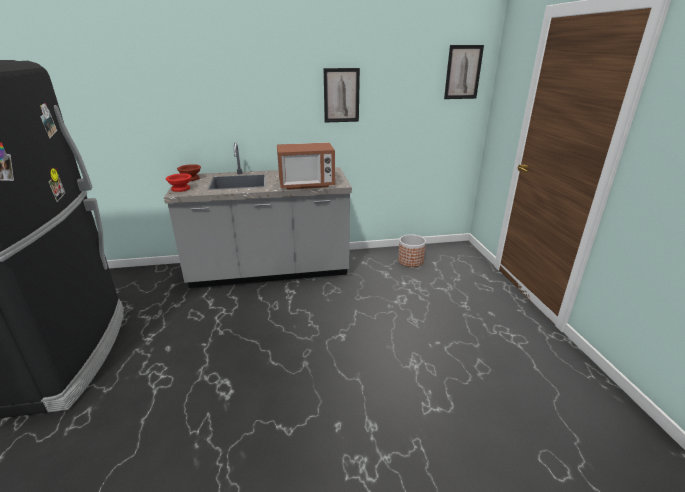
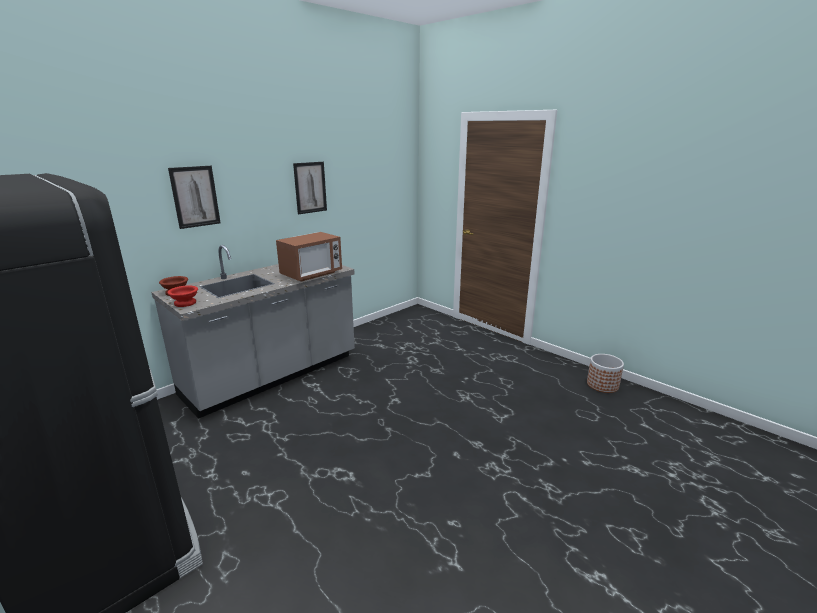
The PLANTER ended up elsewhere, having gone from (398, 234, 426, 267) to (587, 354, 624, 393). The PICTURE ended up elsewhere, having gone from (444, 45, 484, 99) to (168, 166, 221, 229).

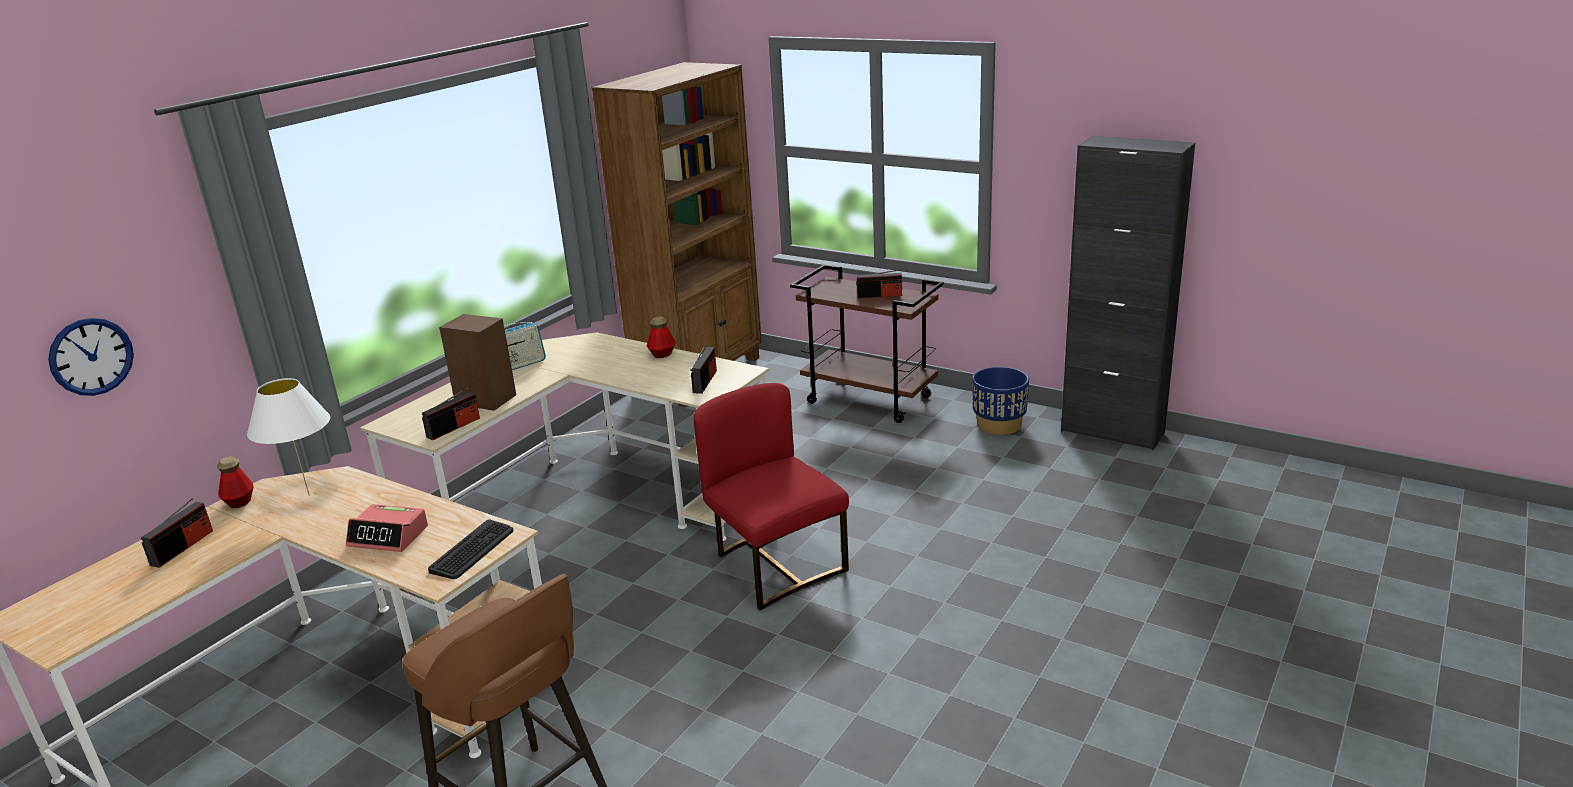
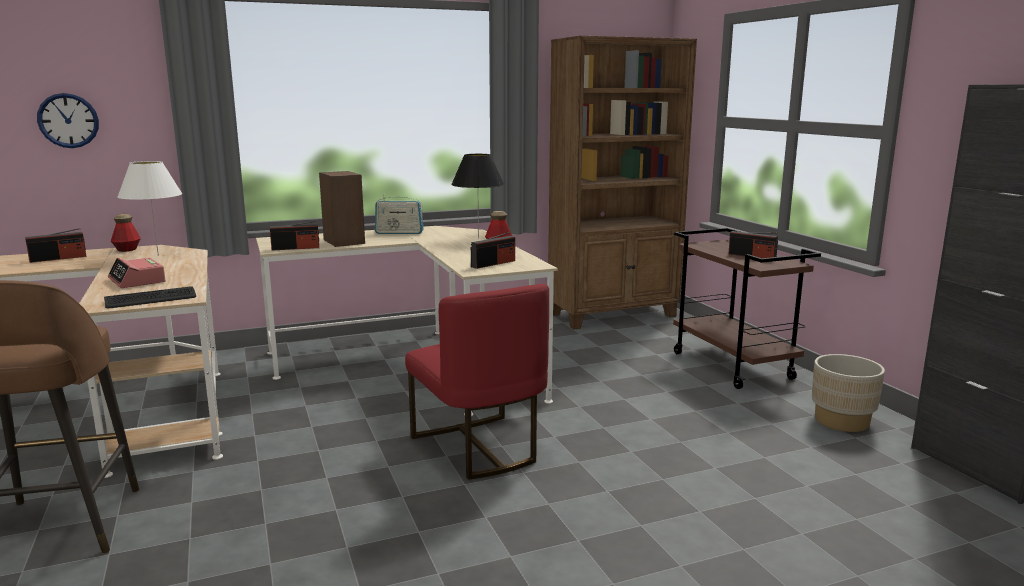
The RED CHAIR at (694, 383, 849, 610) ended up facing another way, 150 degrees clockwise from before. What was the BLUE PLANTER at (972, 367, 1029, 435) turned into the BEIGE PLANTER at (812, 354, 885, 432). The second view gained the BLACK TABLE LAMP at (451, 154, 504, 239).

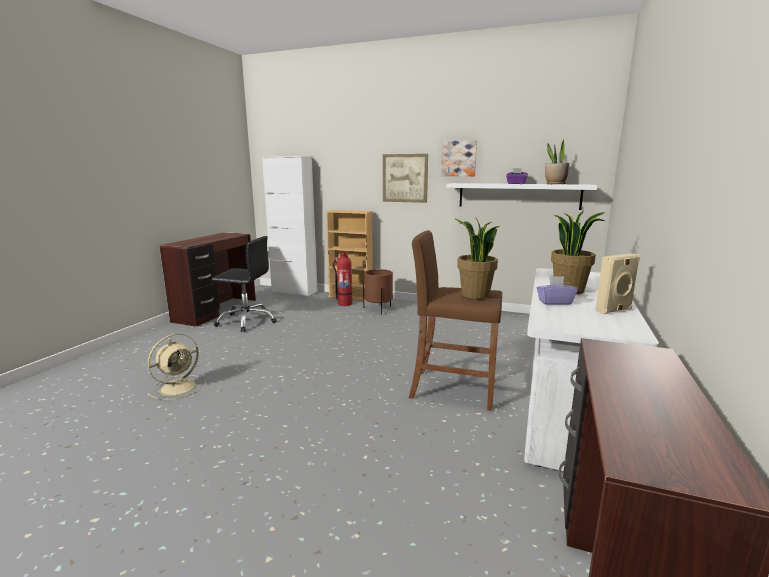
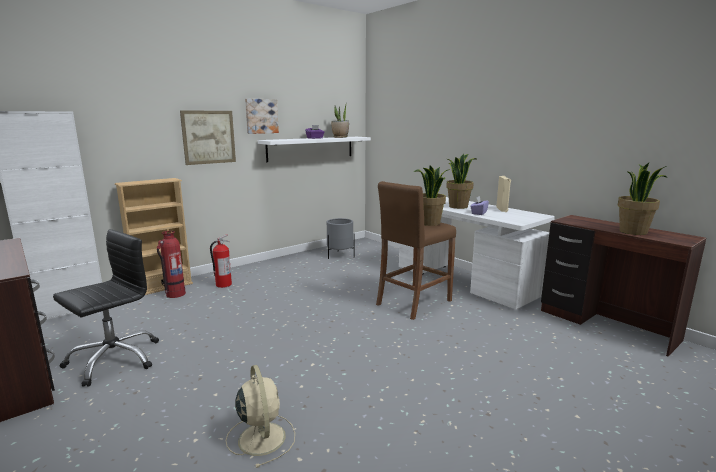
Where the BROWN PLANTER stood at (363, 269, 393, 315), the FIRE EXTINGUISHER came to stand at (210, 234, 232, 288). The second view gained the GREY PLANTER at (327, 218, 355, 259). The second view gained the POTTED PLANT at (618, 163, 667, 235).

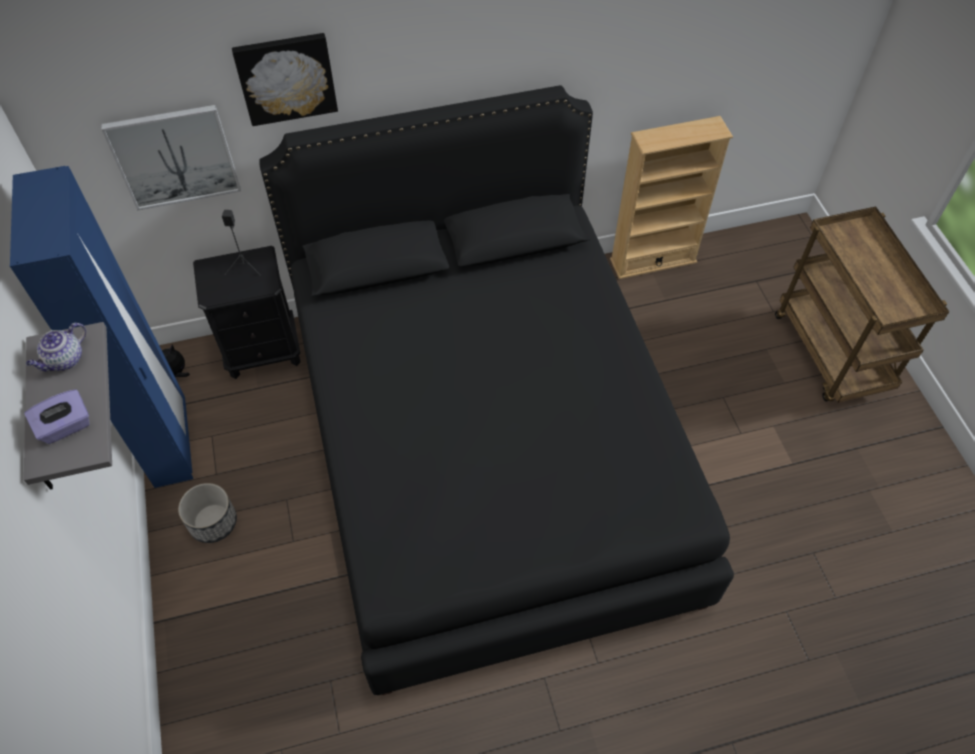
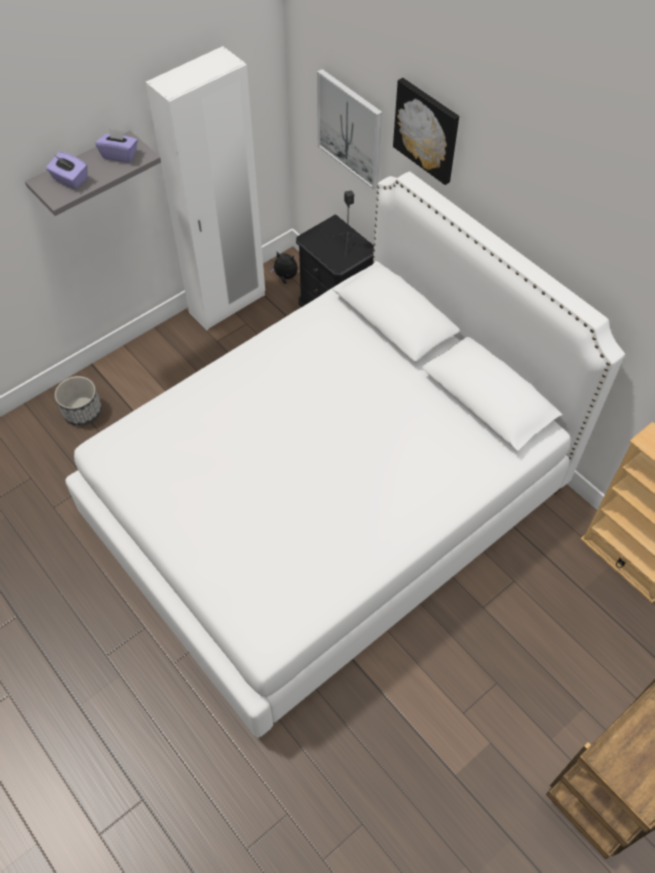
What was the BLUE WARDROBE at (10, 166, 193, 488) turned into the WHITE WARDROBE at (146, 46, 265, 331). Where the TEAPOT stood at (26, 323, 86, 372), the PURPLE TISSUE BOX came to stand at (96, 128, 138, 163). The PLANTER ended up elsewhere, having gone from (178, 483, 237, 543) to (55, 376, 102, 426). What was the BLACK BED at (259, 85, 734, 695) turned into the WHITE BED at (65, 172, 625, 738).

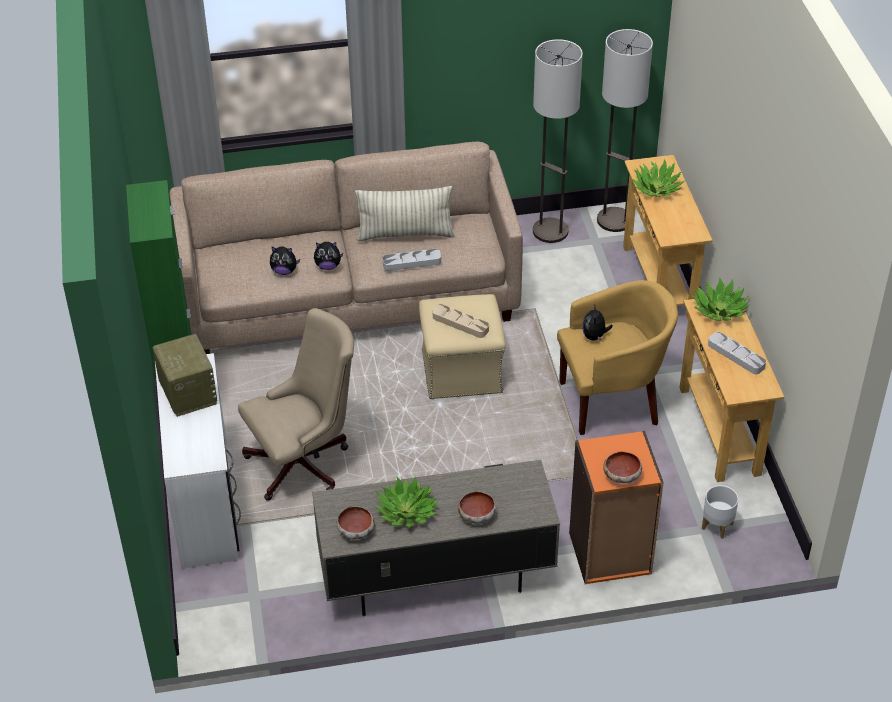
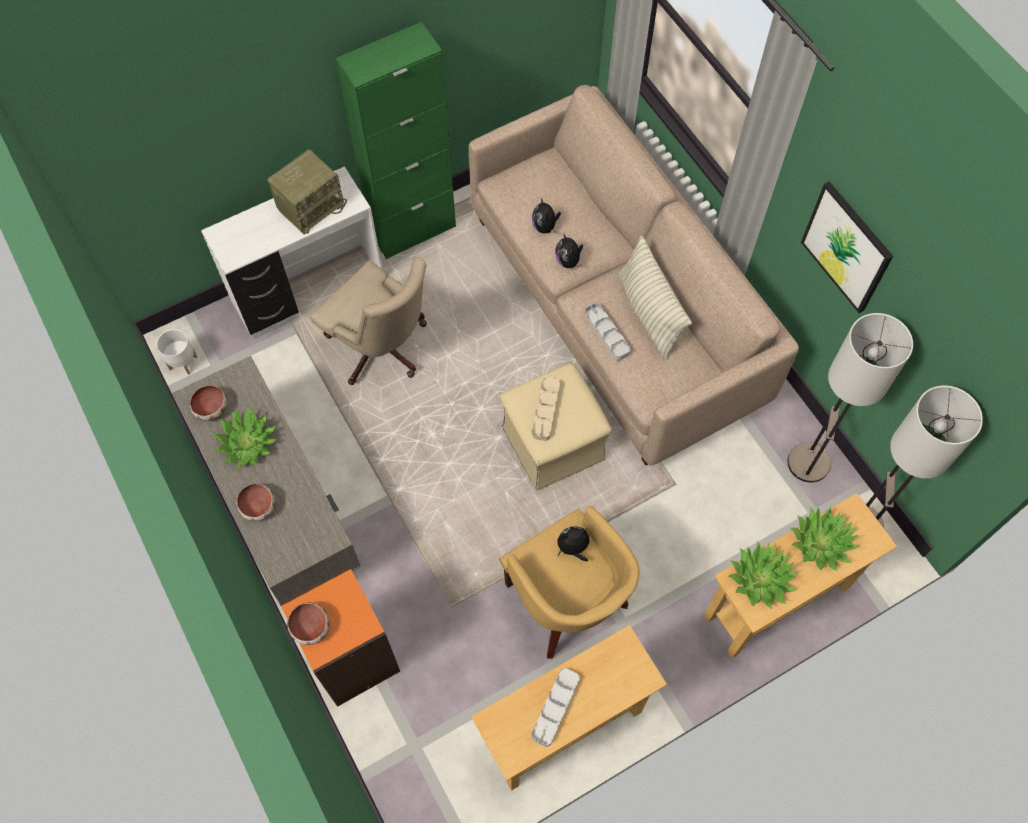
The POTTED PLANT ended up elsewhere, having gone from (691, 277, 750, 321) to (729, 542, 798, 609). The WHITE PLANTER ended up elsewhere, having gone from (702, 485, 738, 539) to (156, 329, 197, 375). The second view gained the PICTURE at (801, 181, 893, 313).

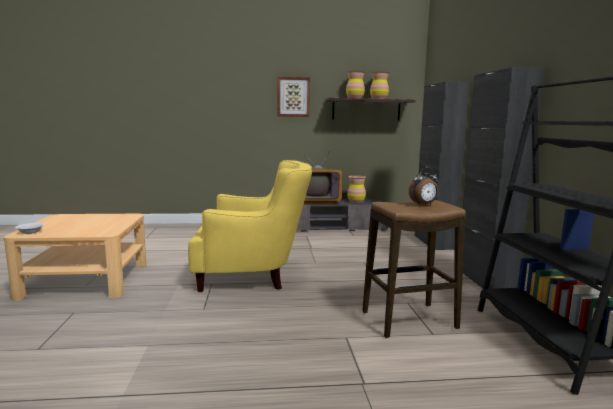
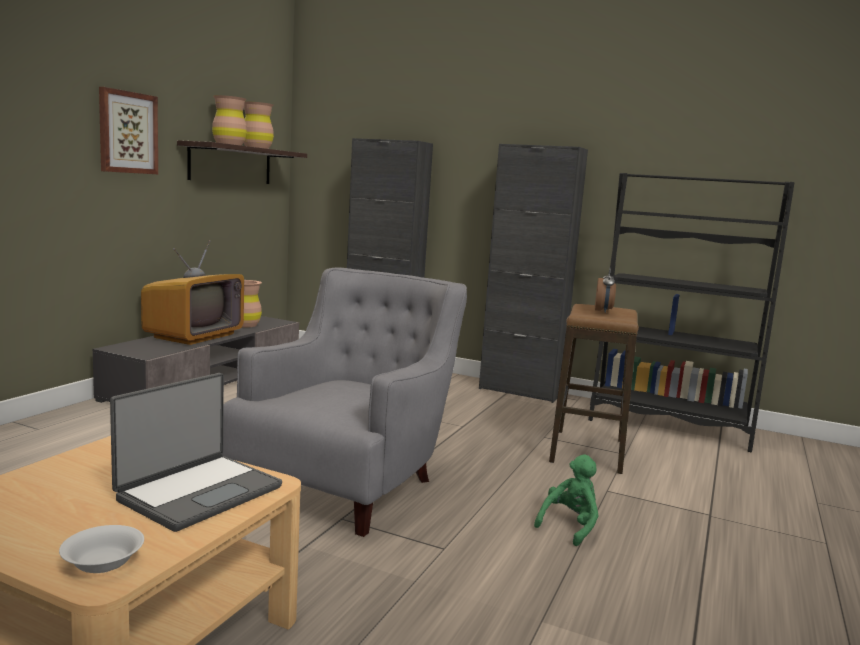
What was the YELLOW ARMCHAIR at (188, 160, 312, 292) turned into the GREY ARMCHAIR at (222, 267, 467, 537). The second view gained the LAPTOP at (110, 373, 282, 532). The second view gained the GREEN PLUSH TOY at (534, 454, 599, 546).

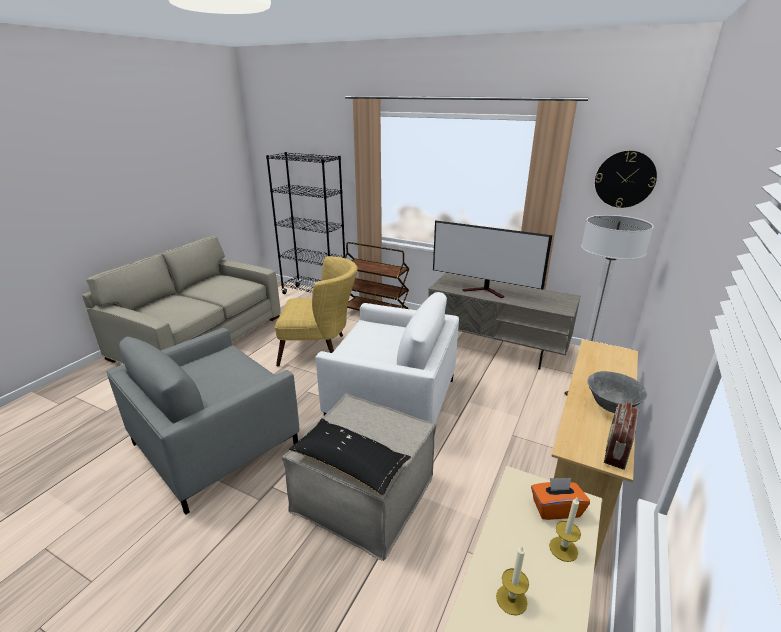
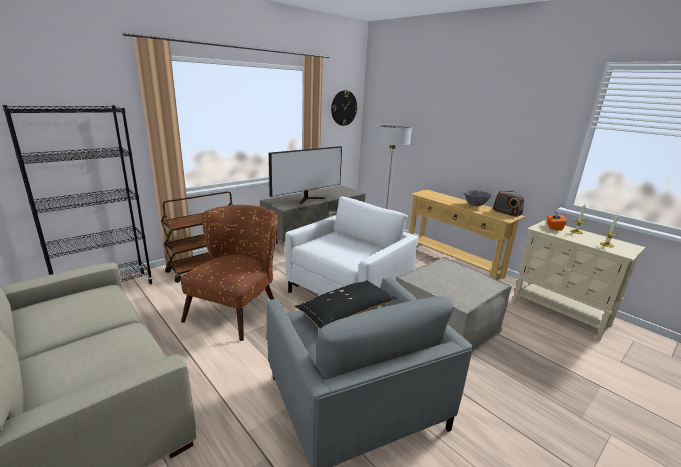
What was the YELLOW ARMCHAIR at (275, 256, 358, 367) turned into the BROWN ARMCHAIR at (180, 205, 278, 341). The BLACK PILLOW ended up elsewhere, having gone from (289, 419, 411, 496) to (295, 280, 396, 329).

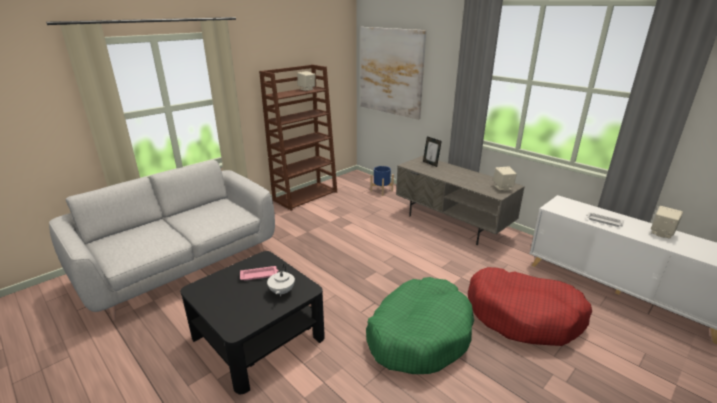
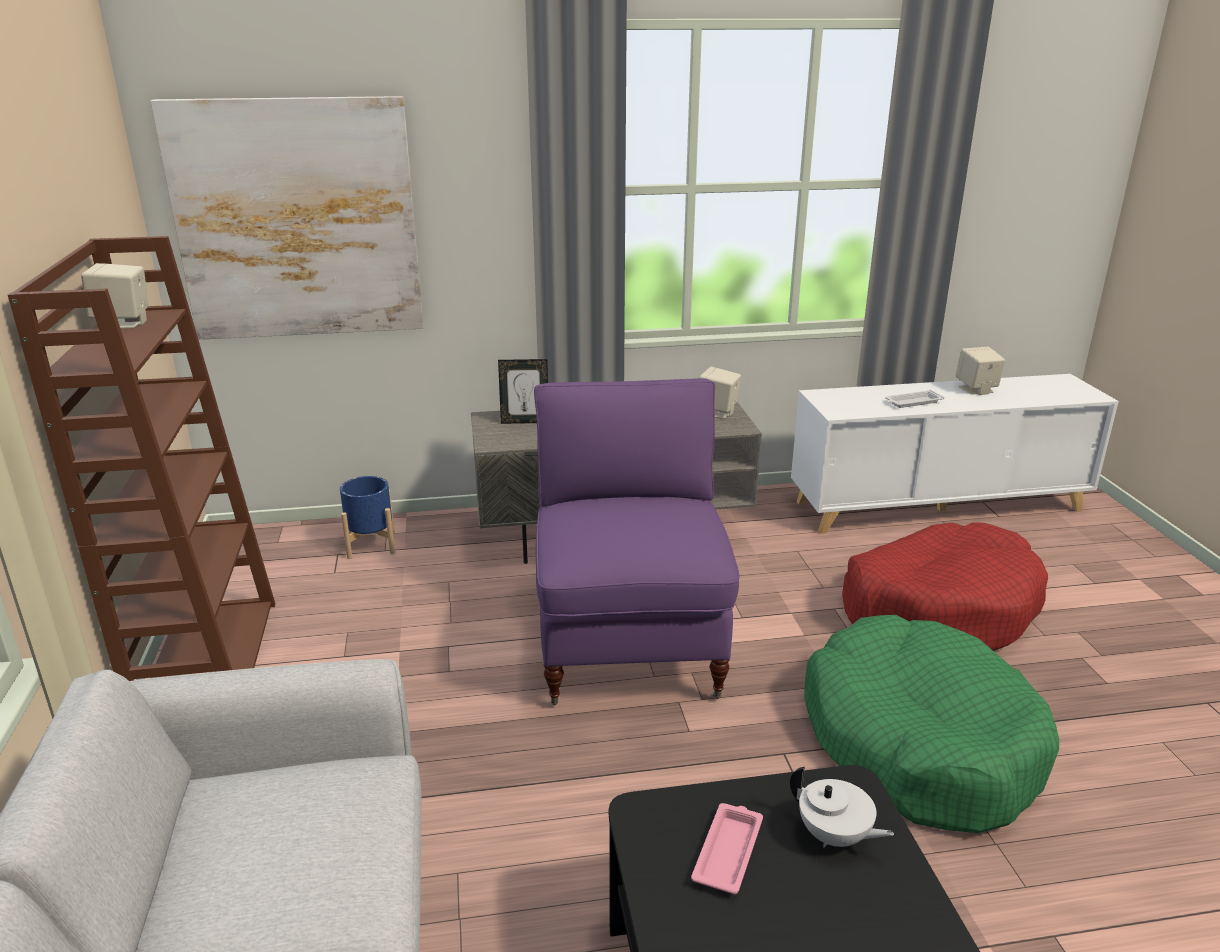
The second view gained the PURPLE ARMCHAIR at (534, 378, 739, 705).

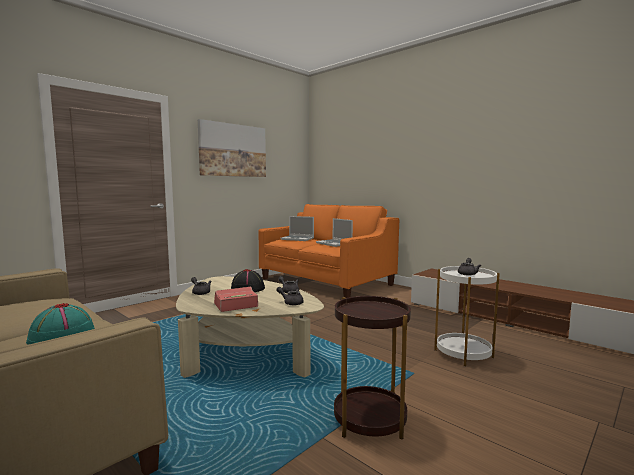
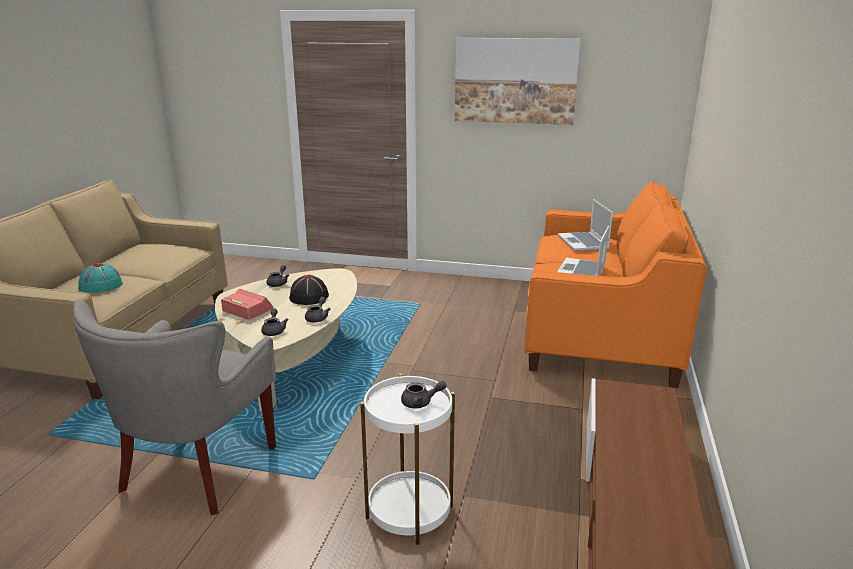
Where the BROWN SIDE TABLE stood at (334, 296, 411, 440), the GREY ARMCHAIR came to stand at (73, 299, 276, 516).

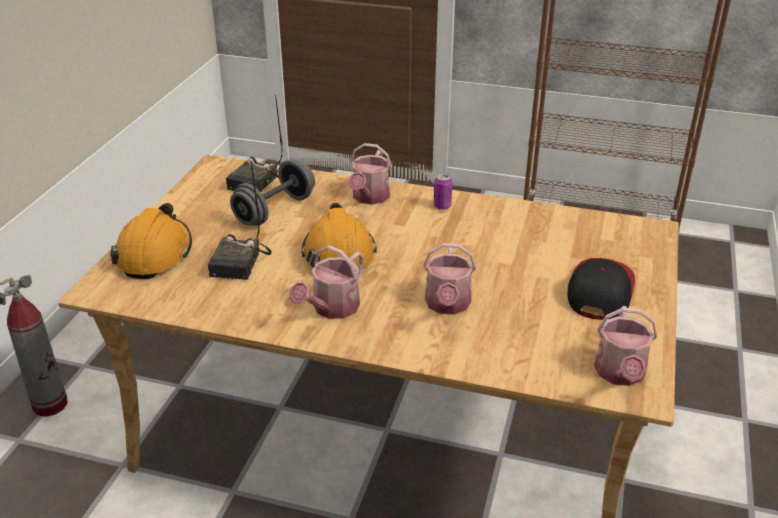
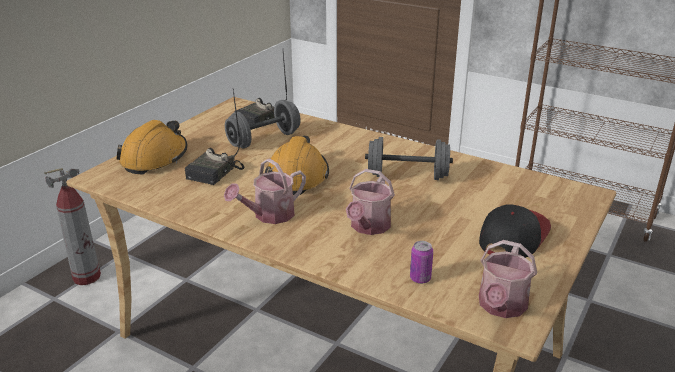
The second view lost the WATERING CAN at (348, 143, 392, 205). The CAN ended up elsewhere, having gone from (434, 173, 452, 210) to (410, 241, 433, 284). The second view gained the GREY DUMBBELL at (365, 137, 453, 180).

